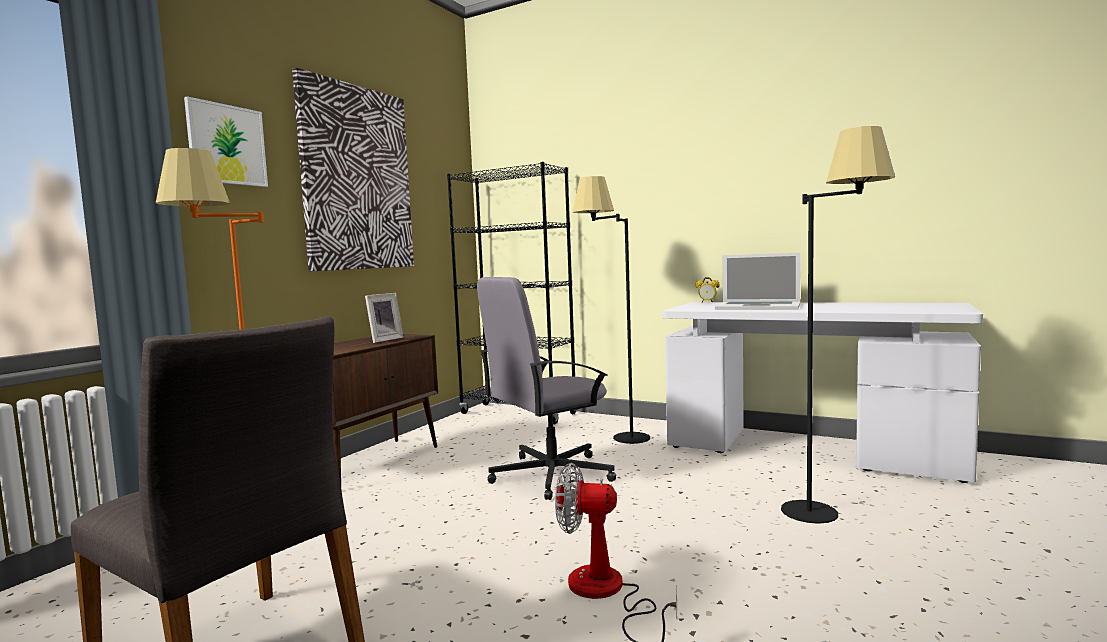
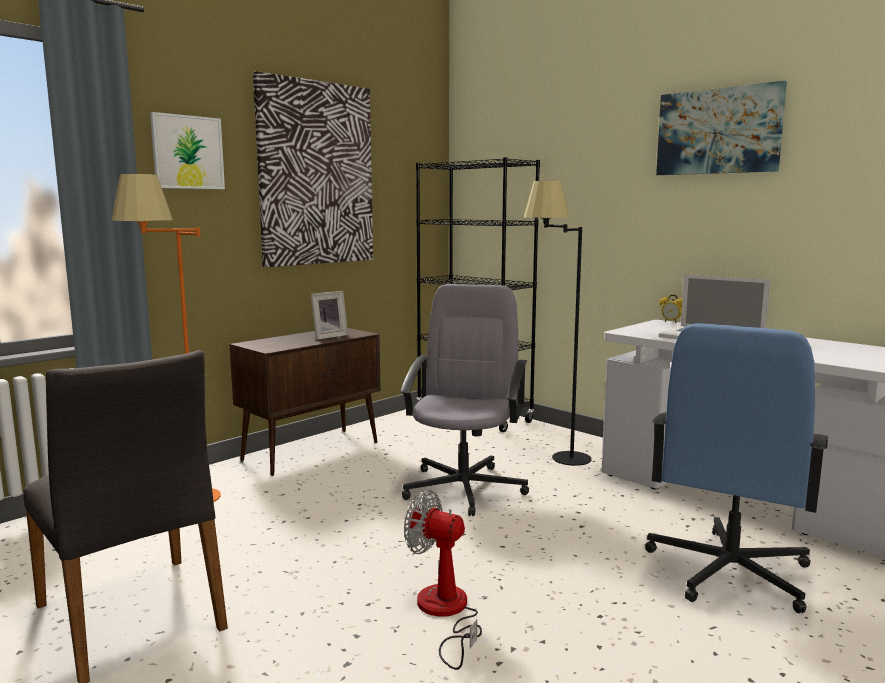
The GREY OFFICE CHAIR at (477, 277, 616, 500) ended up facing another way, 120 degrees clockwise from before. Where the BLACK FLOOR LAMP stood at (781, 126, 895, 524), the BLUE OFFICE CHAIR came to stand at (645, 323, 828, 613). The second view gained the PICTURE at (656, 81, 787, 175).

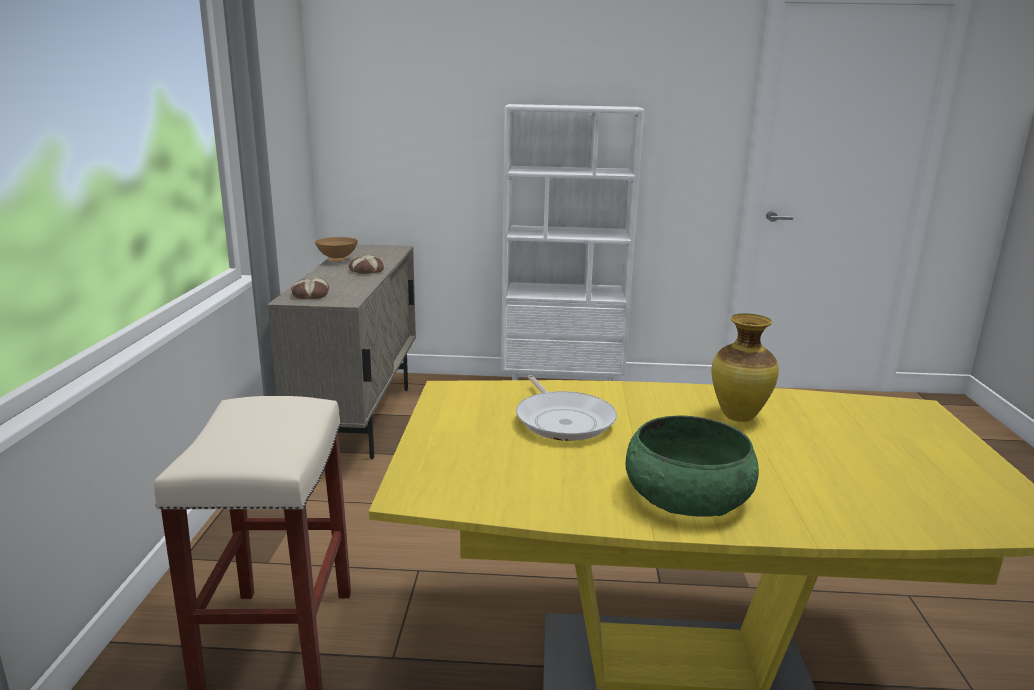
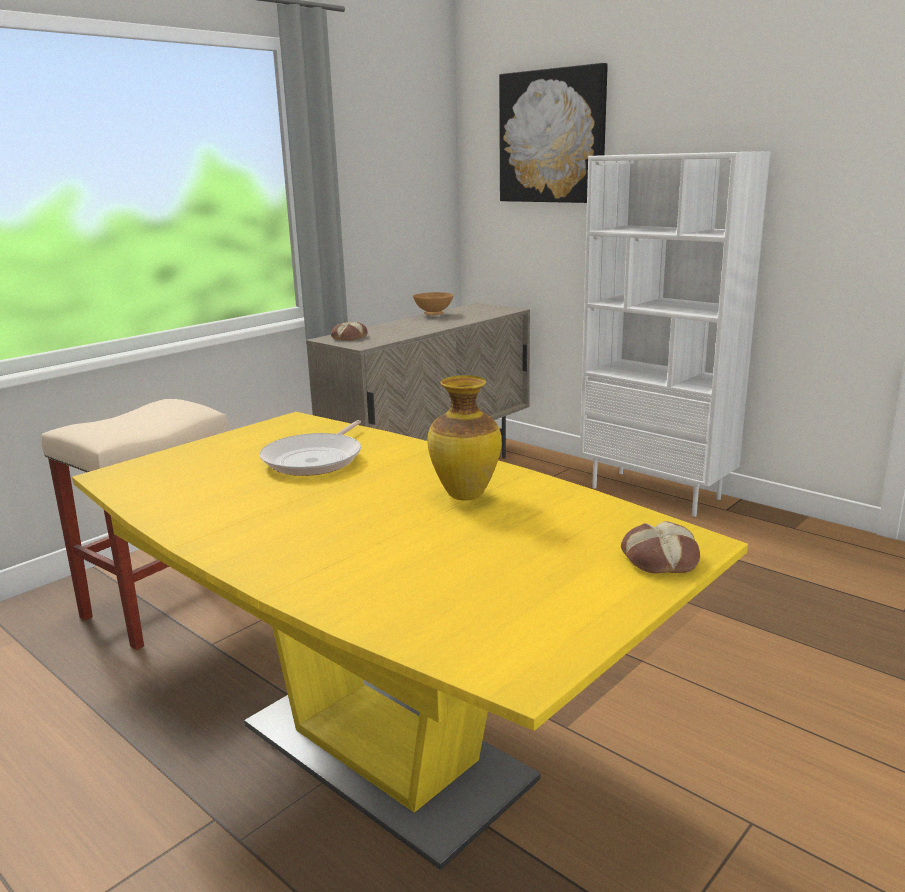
The BREAD ended up elsewhere, having gone from (349, 255, 384, 274) to (621, 521, 700, 574). The second view lost the GREEN BOWL at (626, 415, 759, 517). The second view gained the PICTURE at (499, 63, 608, 203).

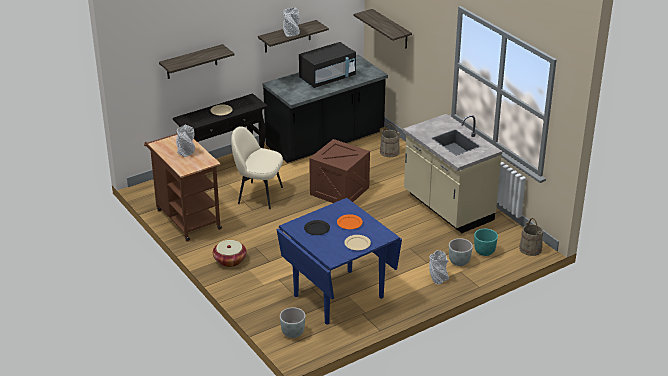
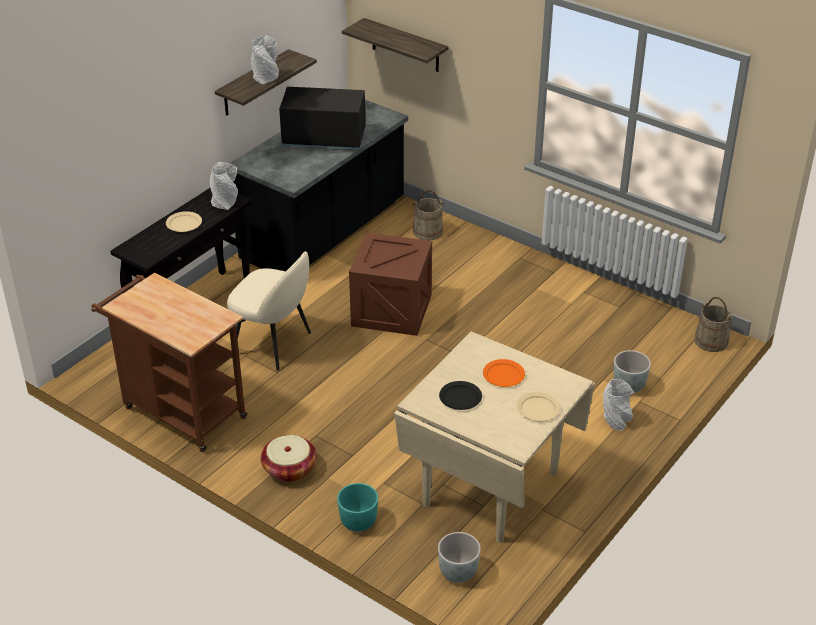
The second view lost the SHELF at (159, 44, 235, 79). The GREY VASE ended up elsewhere, having gone from (176, 125, 195, 157) to (210, 162, 238, 210). The BEIGE CHAIR at (231, 126, 283, 209) ended up facing another way, 150 degrees counterclockwise from before. What was the BLUE DINING TABLE at (276, 198, 402, 325) turned into the BEIGE DINING TABLE at (394, 332, 595, 543). The BLACK MICROWAVE at (299, 42, 356, 88) ended up facing another way, 120 degrees counterclockwise from before. The second view lost the BEIGE COUNTER at (403, 114, 502, 233). The TURQUOISE PLANTER ended up elsewhere, having gone from (474, 229, 498, 256) to (337, 483, 378, 532).

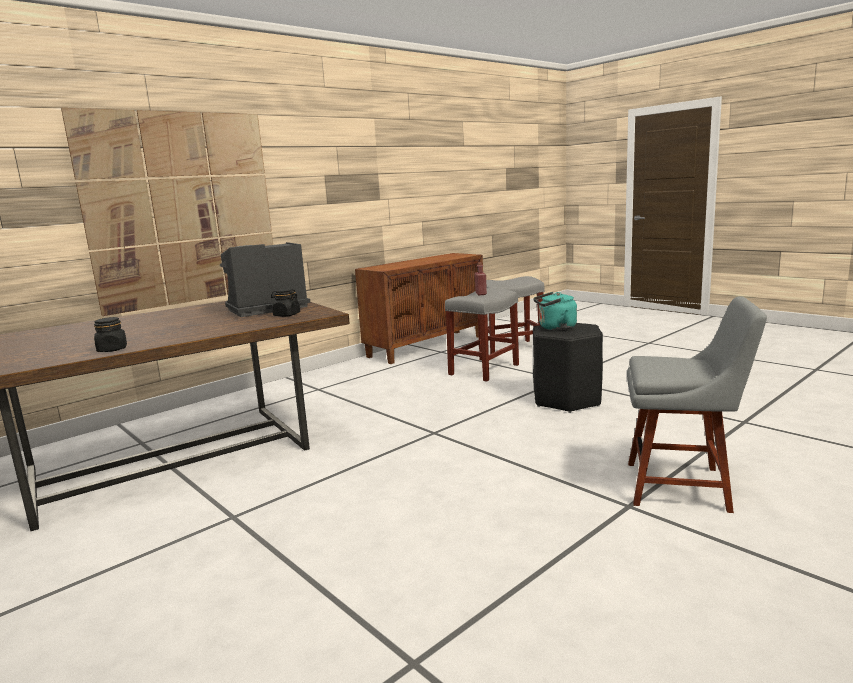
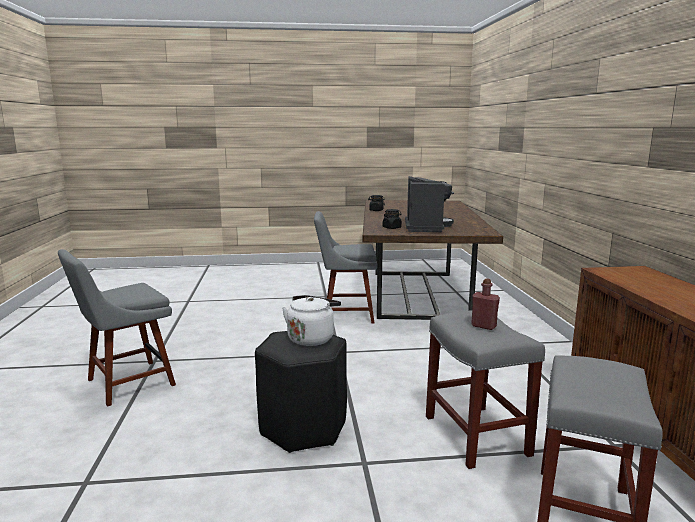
The second view lost the PICTURE at (61, 108, 273, 316). What was the TURQUOISE KETTLE at (533, 292, 577, 330) turned into the WHITE KETTLE at (282, 295, 341, 346). The second view gained the GREY CHAIR at (314, 211, 378, 324).

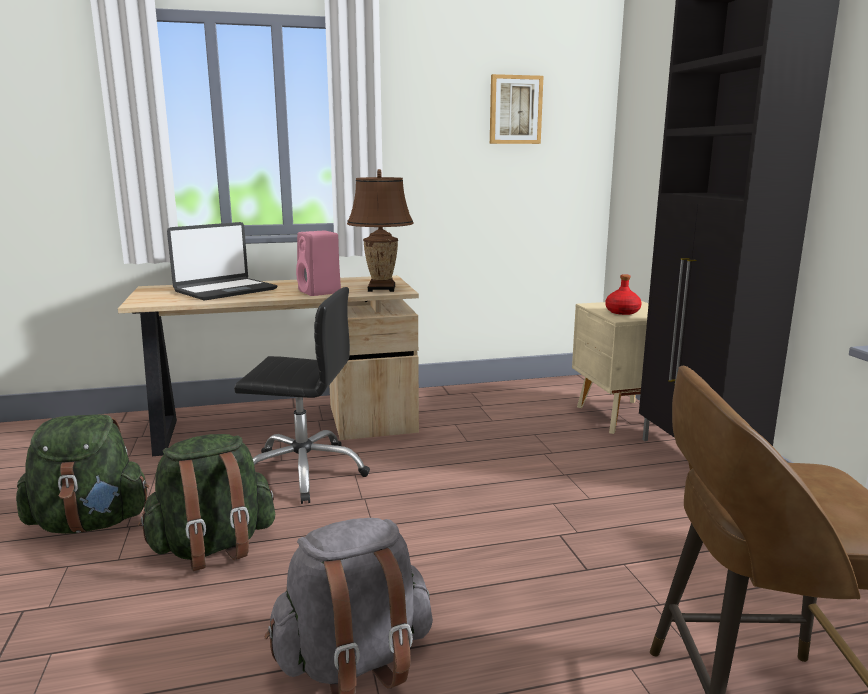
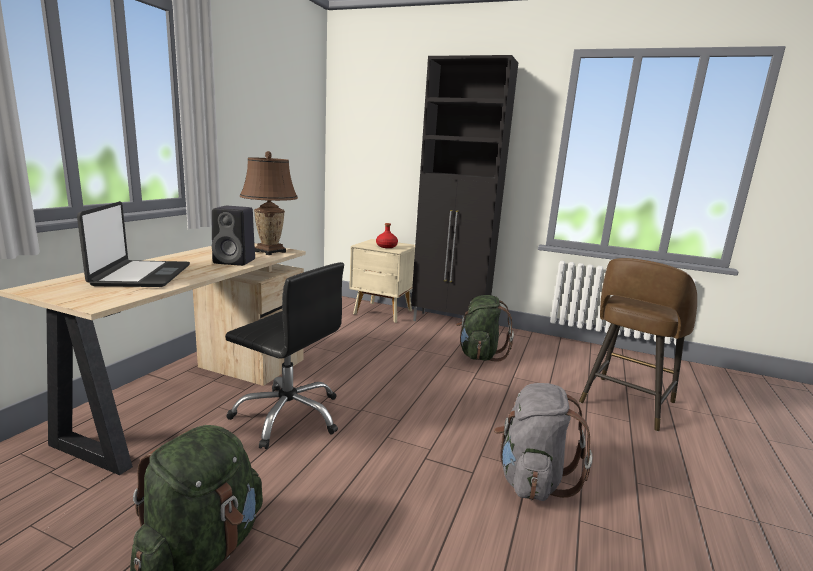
The GREEN BACKPACK ended up elsewhere, having gone from (138, 434, 275, 571) to (456, 295, 514, 362). The BLACK OFFICE CHAIR at (234, 287, 370, 504) ended up facing another way, 75 degrees clockwise from before. What was the PINK SPEAKER at (296, 231, 341, 296) turned into the BLACK SPEAKER at (212, 206, 255, 266). The second view lost the PICTURE at (490, 74, 543, 144).

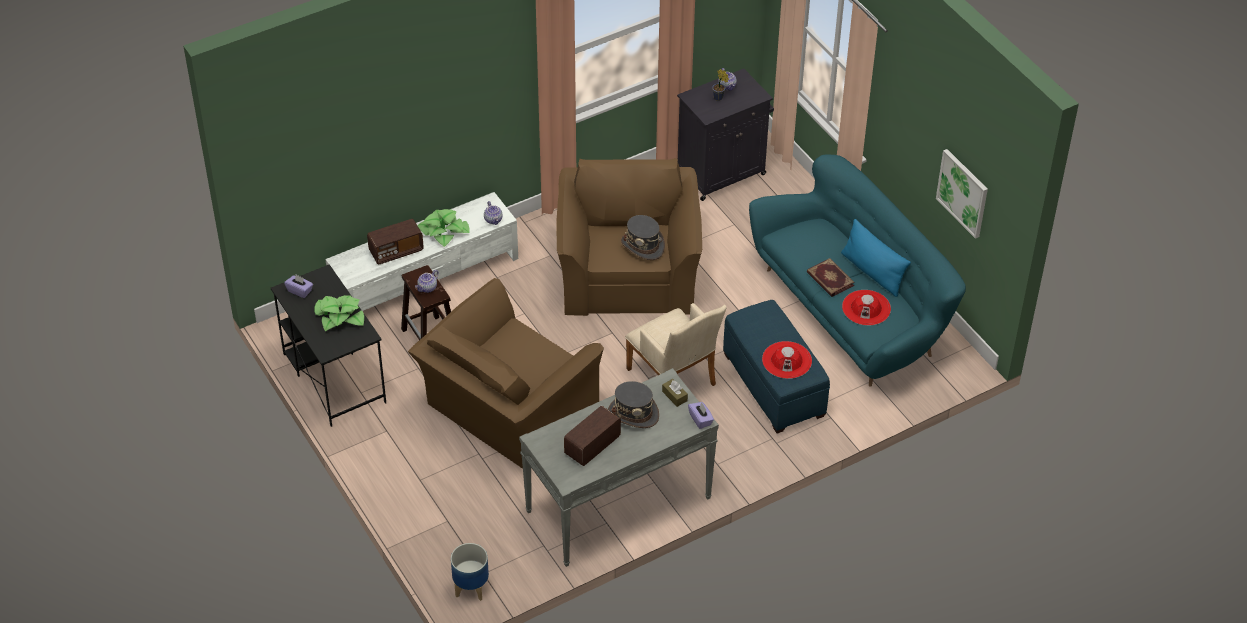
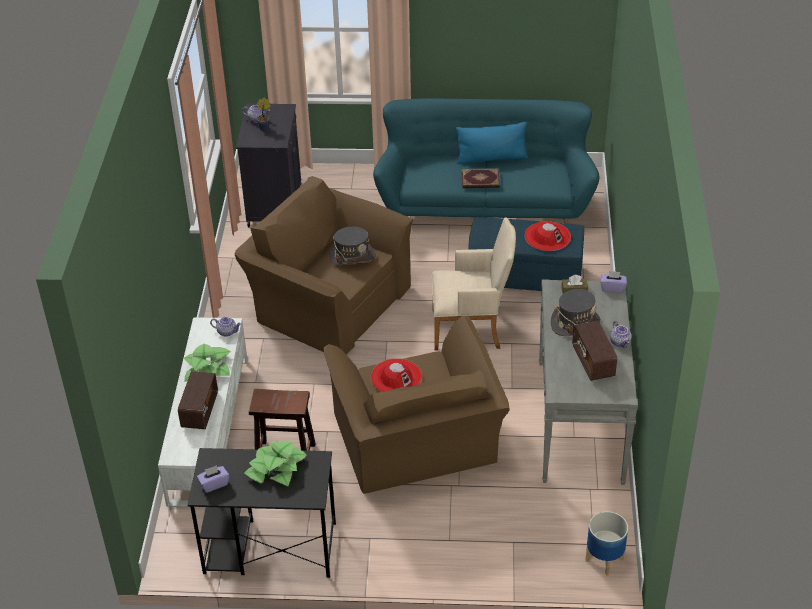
The TEAPOT ended up elsewhere, having gone from (415, 270, 439, 293) to (610, 321, 632, 348). The RED HAT ended up elsewhere, having gone from (842, 290, 891, 326) to (371, 359, 422, 392). The second view lost the PICTURE at (936, 149, 988, 239).

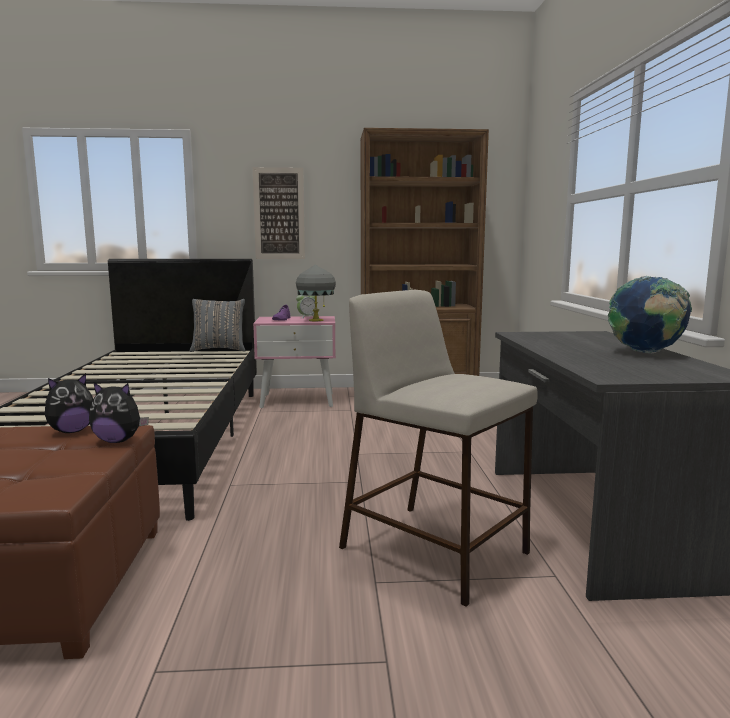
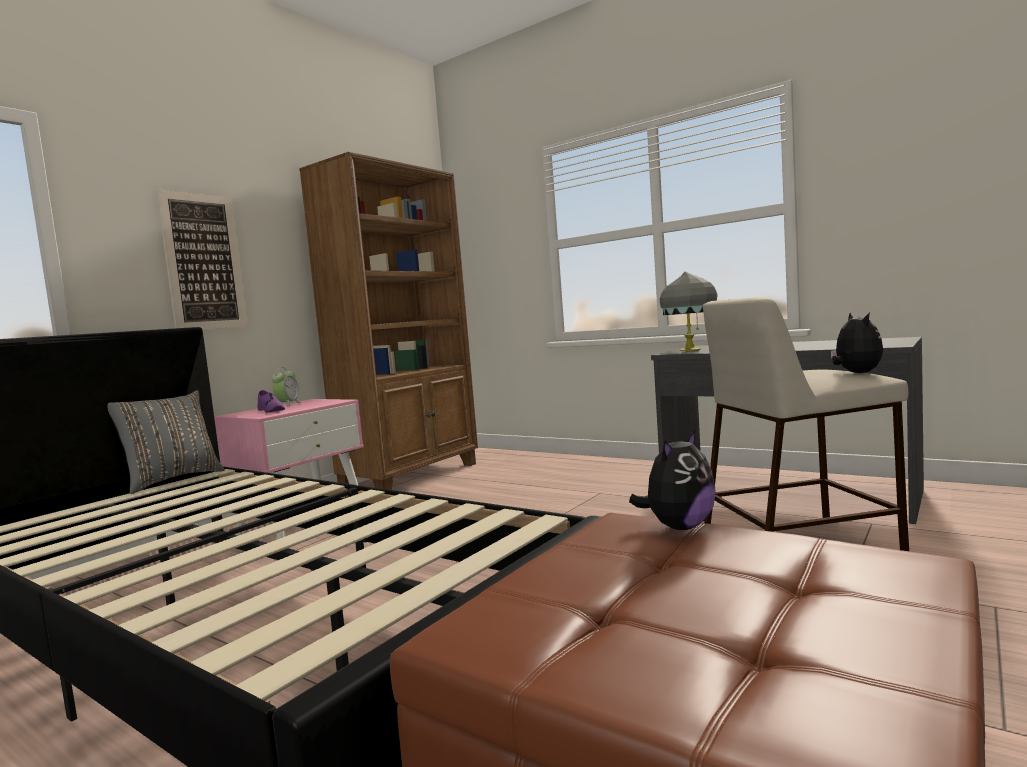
The PLUSH TOY ended up elsewhere, having gone from (45, 373, 93, 433) to (831, 312, 883, 373). The GREY TABLE LAMP ended up elsewhere, having gone from (296, 265, 336, 321) to (660, 272, 717, 351). The second view lost the GLOBE at (608, 276, 692, 353).

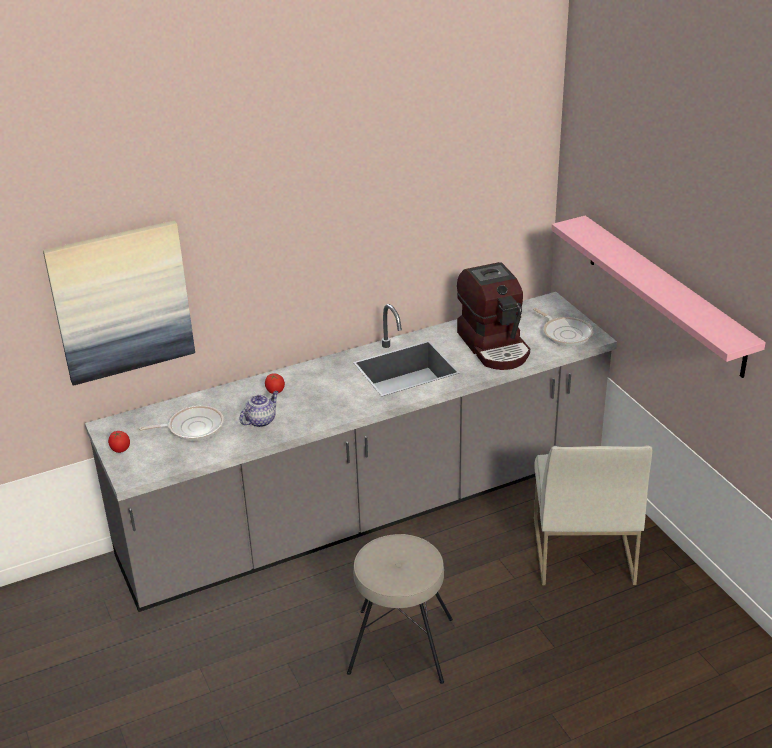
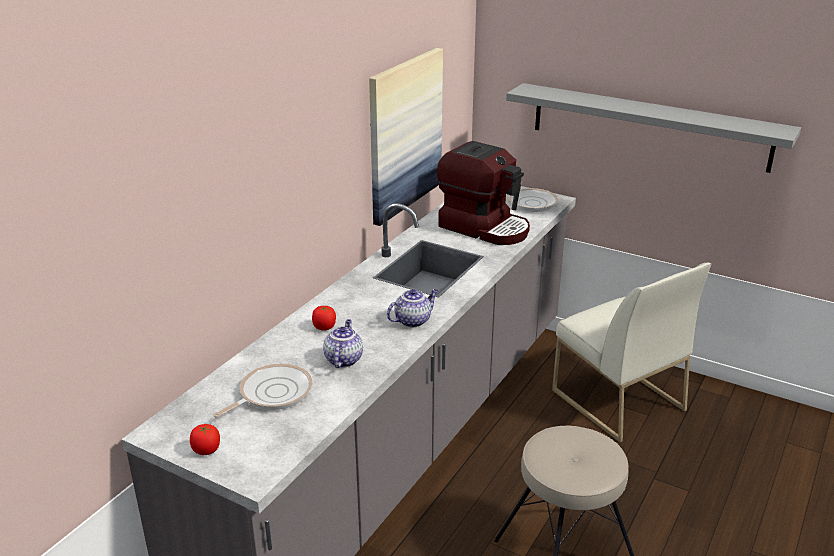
The PICTURE ended up elsewhere, having gone from (43, 221, 195, 386) to (369, 48, 443, 226). What was the PINK SHELF at (551, 216, 766, 378) turned into the GREY SHELF at (506, 83, 801, 173). The second view gained the TEAPOT at (387, 289, 438, 327).

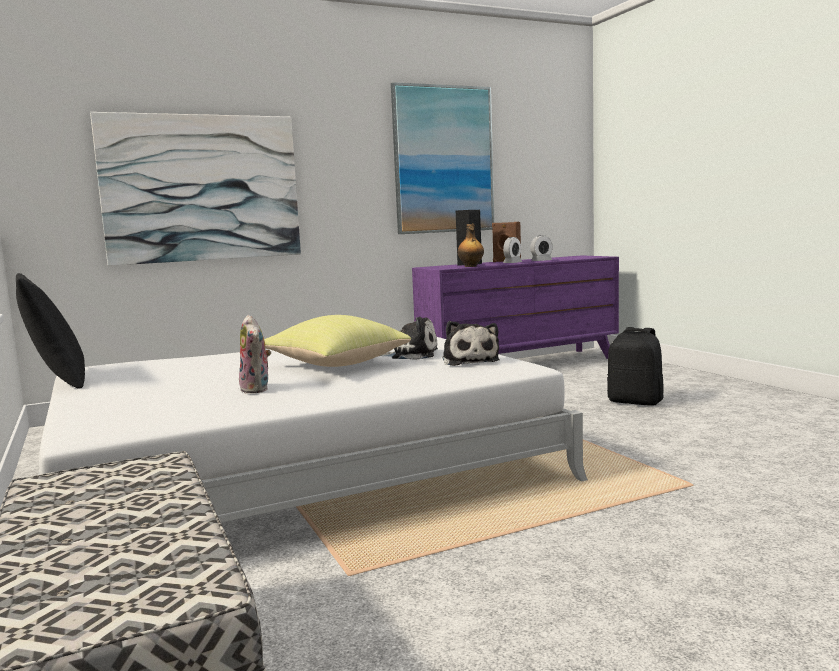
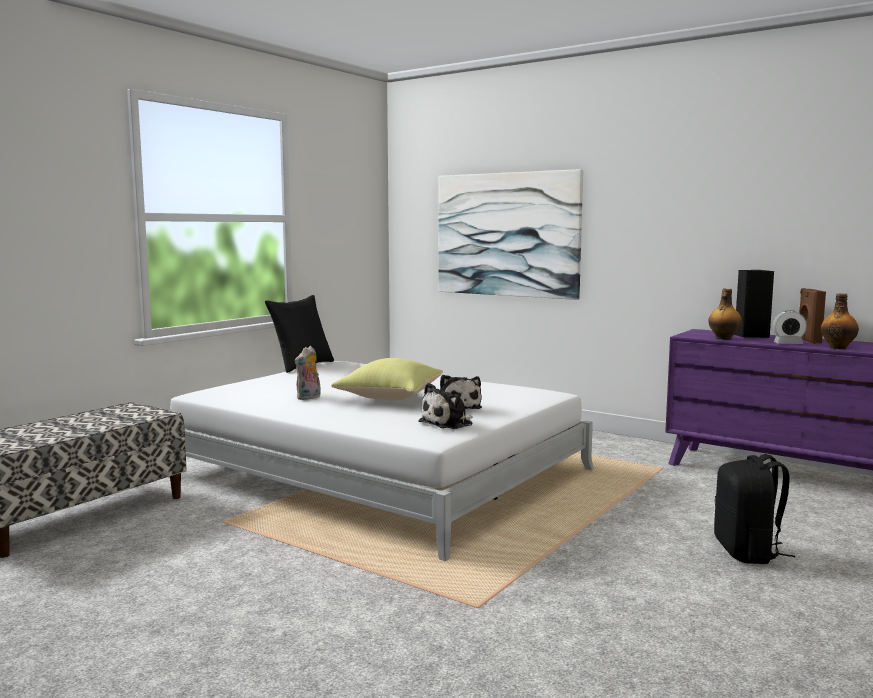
The second view lost the PICTURE at (391, 82, 494, 234). Where the ALARM CLOCK stood at (530, 235, 553, 261), the BOTTLE came to stand at (821, 293, 859, 349).

